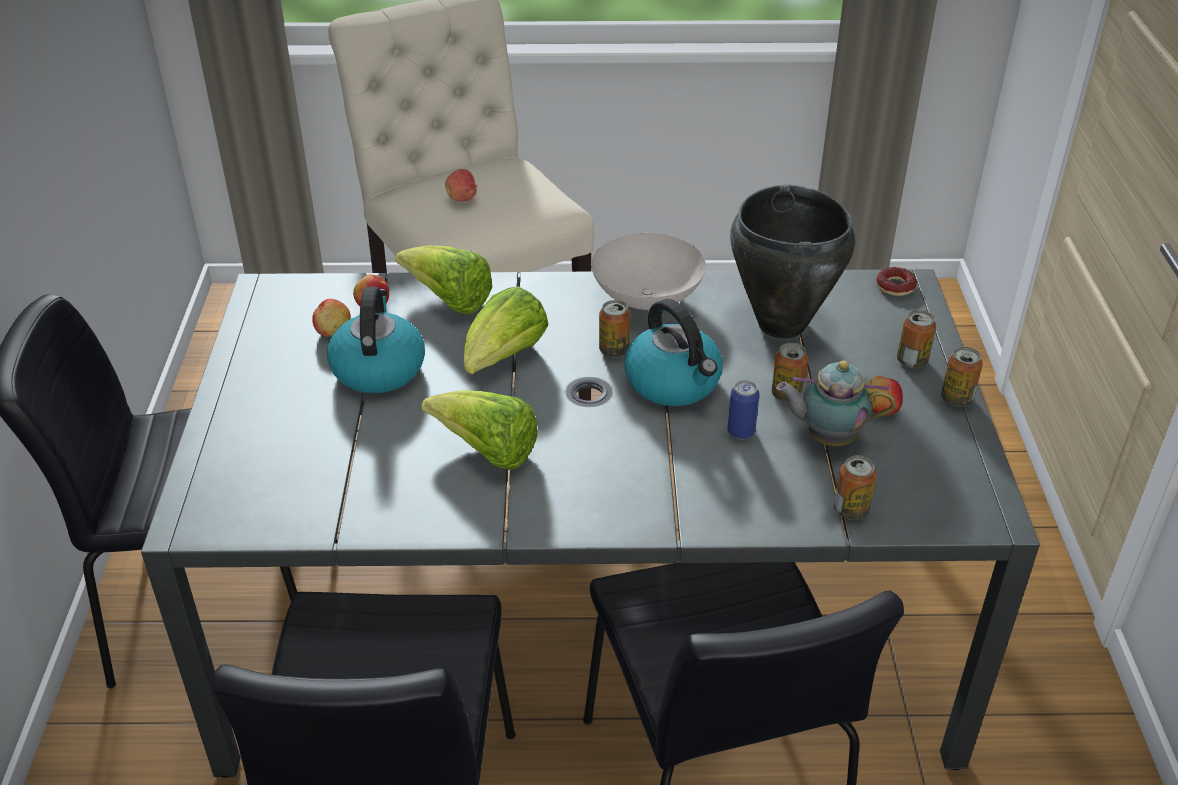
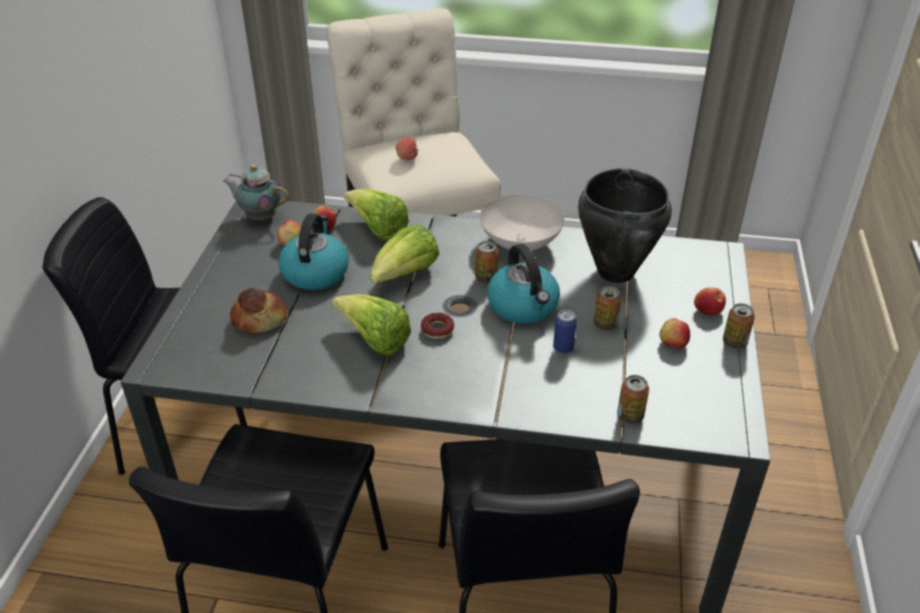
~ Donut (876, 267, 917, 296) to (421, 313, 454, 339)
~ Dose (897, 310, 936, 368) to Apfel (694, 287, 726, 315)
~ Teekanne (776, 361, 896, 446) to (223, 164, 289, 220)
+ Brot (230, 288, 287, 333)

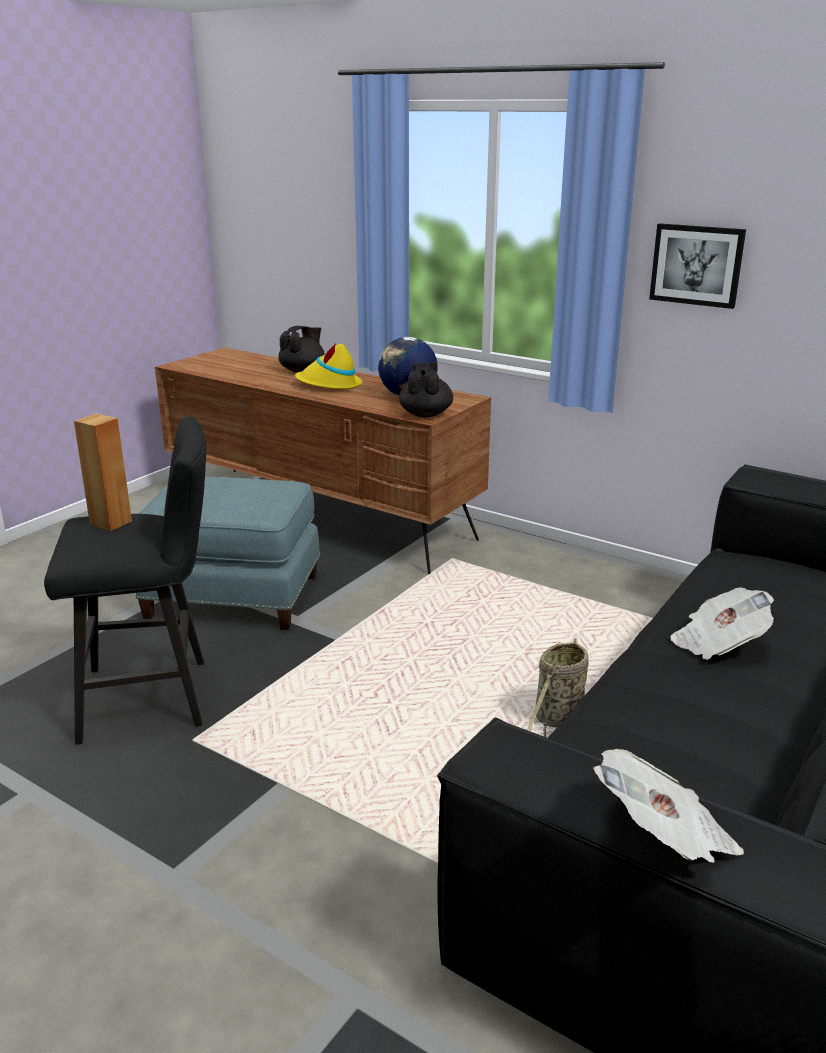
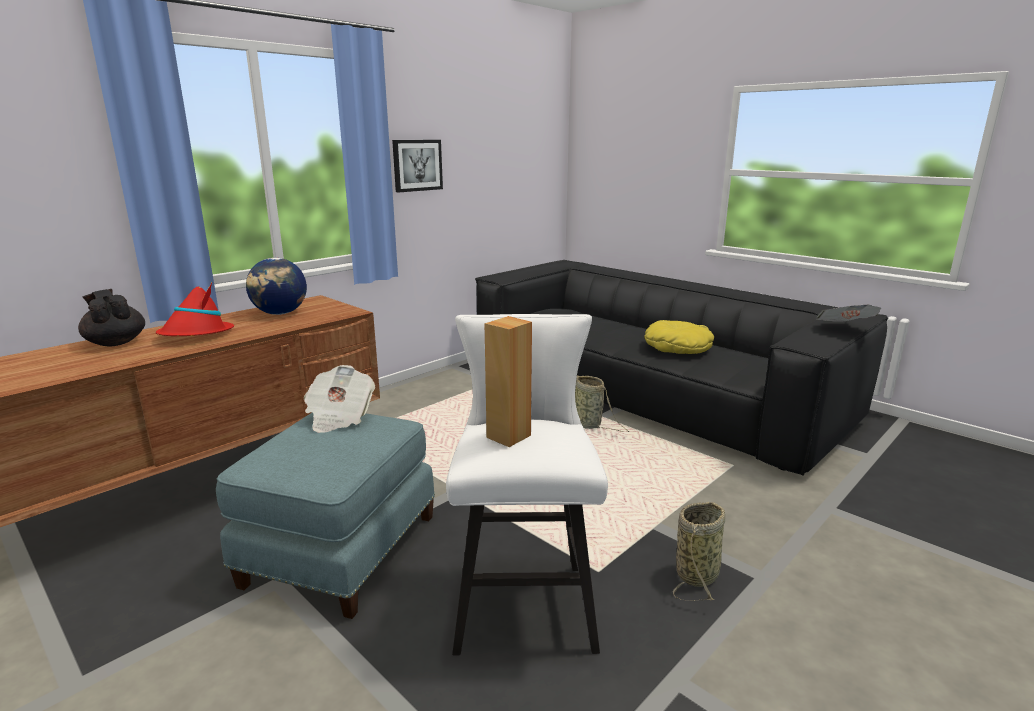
~ Hut [gelb] (295, 343, 362, 389) to Hut [rot] (156, 283, 234, 336)
- Teekanne [schwarz] (399, 362, 453, 417)
~ Hocker [schwarz] (44, 417, 206, 745) to Hocker [weiß] (446, 314, 608, 655)
~ Zeitung (671, 587, 774, 660) to (304, 365, 375, 433)
+ Kissen [gelb] (644, 320, 714, 354)
+ Korb (673, 502, 725, 601)

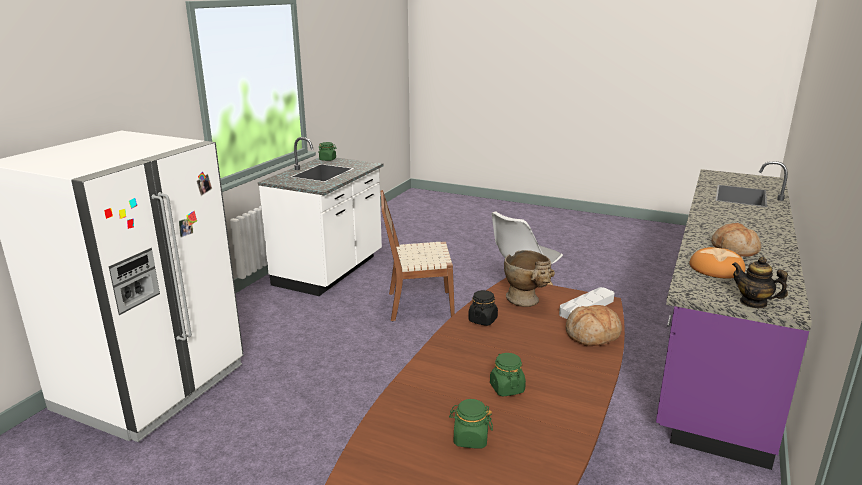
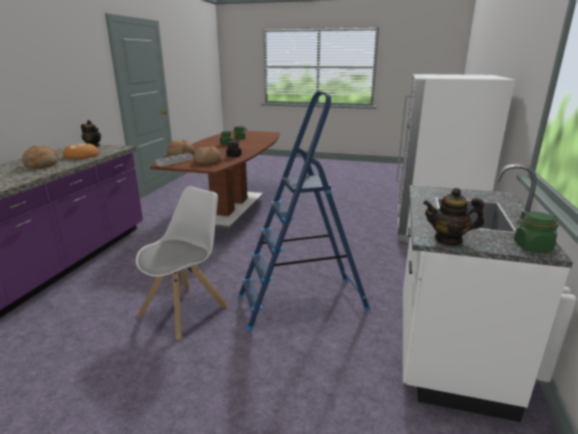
~ Stuhl (381, 190, 455, 321) to Trittleiter [blau] (238, 91, 370, 331)
~ Vase [beige] (504, 250, 555, 307) to Brot (193, 146, 222, 165)
+ Teekanne (423, 188, 484, 246)

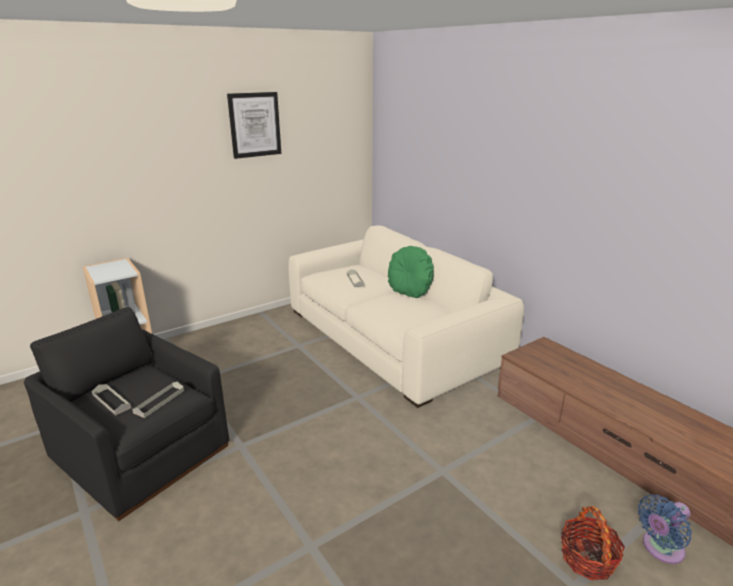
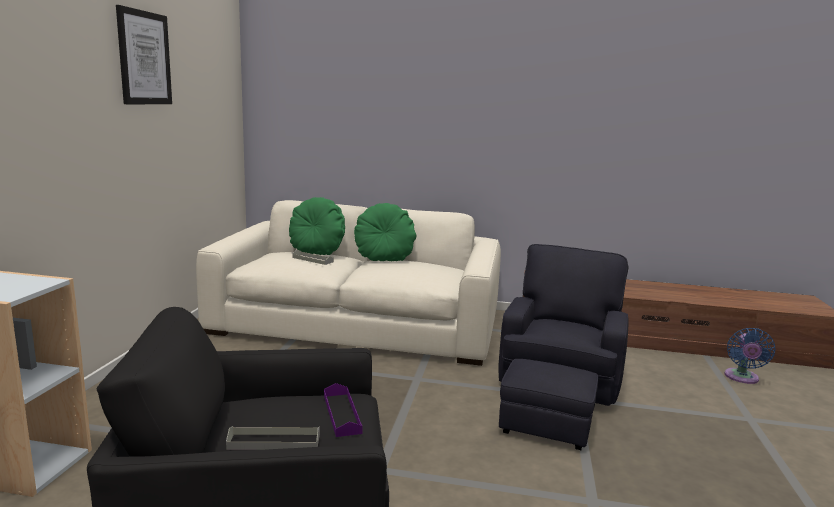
~ Tablett [grau] (132, 382, 184, 418) to Tablett [lila] (324, 383, 363, 437)
- Korb (561, 506, 625, 580)
+ Kissen [grün] (289, 197, 345, 255)
+ Sessel [schwarz] (499, 244, 629, 450)

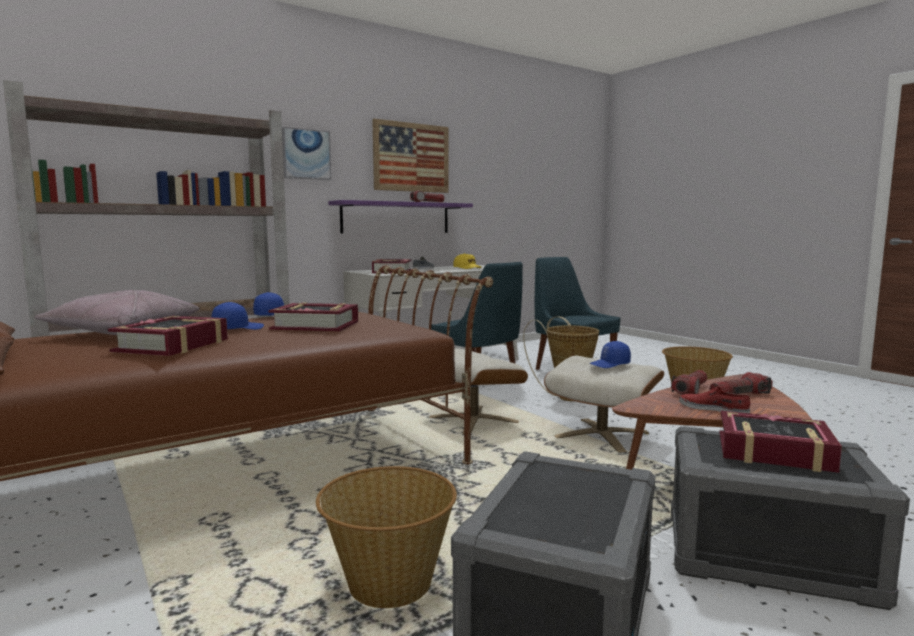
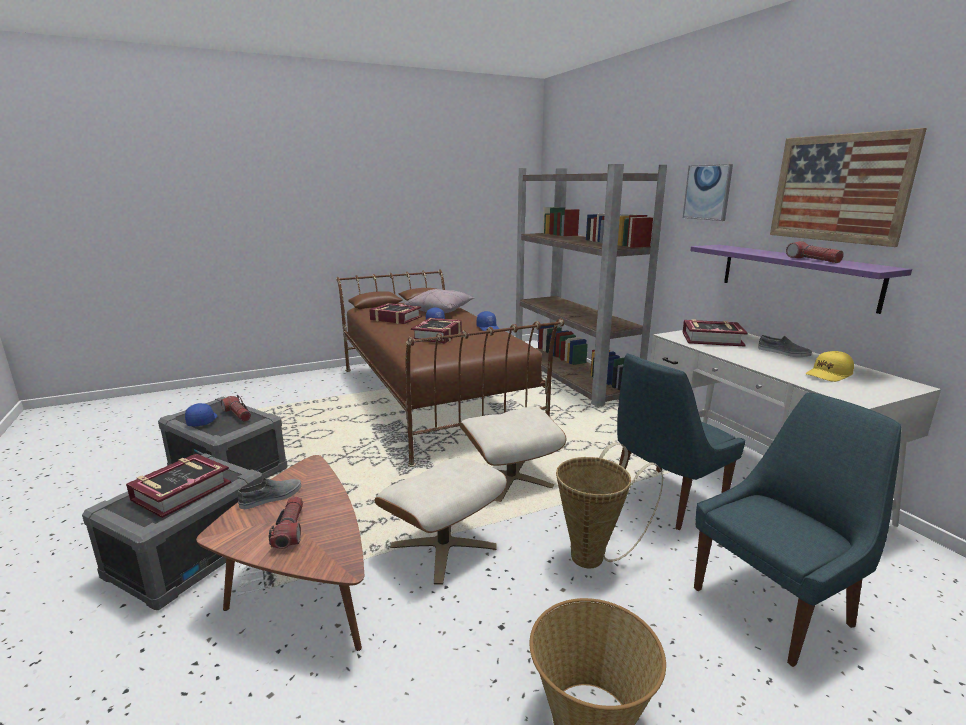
~ Kappe [blau] (590, 341, 631, 368) to (185, 403, 218, 426)
~ Taschenlampe (671, 370, 707, 395) to (221, 395, 251, 422)
~ Schuh [rot] (679, 386, 751, 413) to Schuh [grau] (237, 478, 301, 509)
- Korb (316, 466, 457, 608)

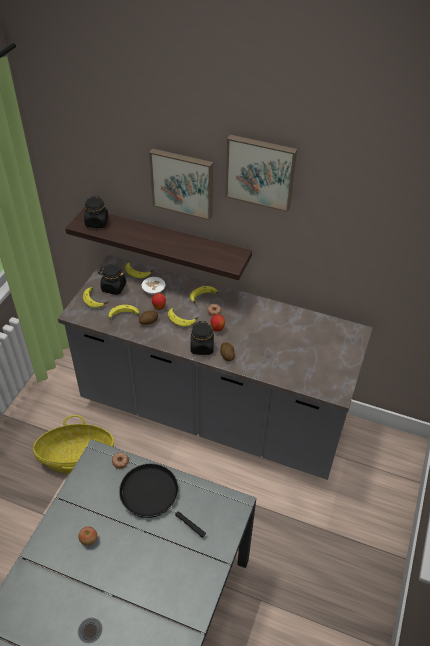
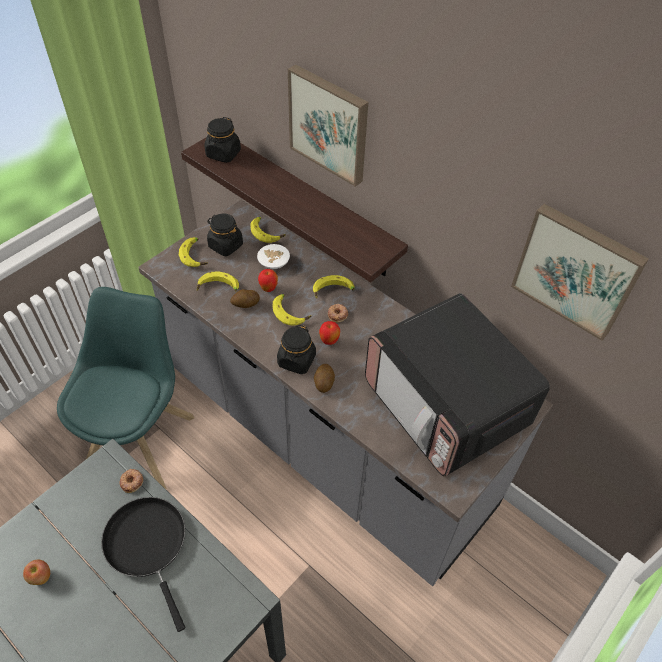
~ Bild (225, 135, 297, 212) to (511, 204, 649, 341)
~ Korb (33, 415, 114, 473) to Stuhl [türkis] (57, 287, 194, 489)
+ Mikrowelle (365, 293, 550, 477)

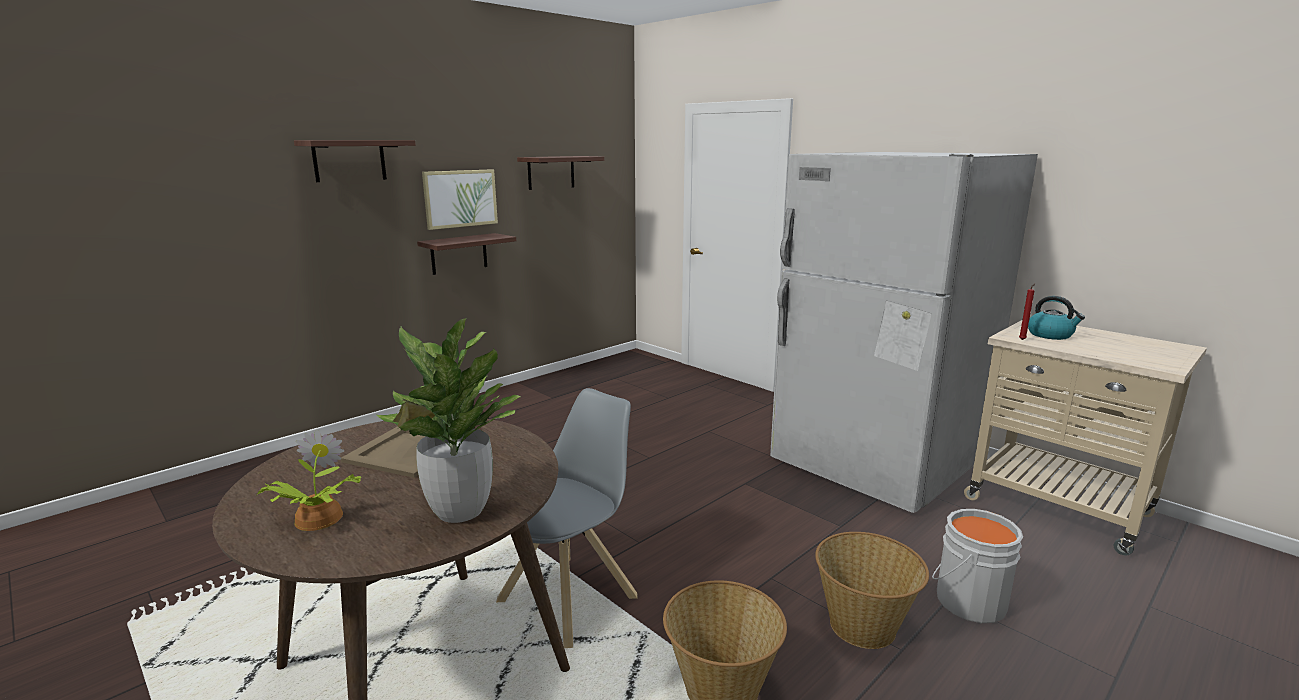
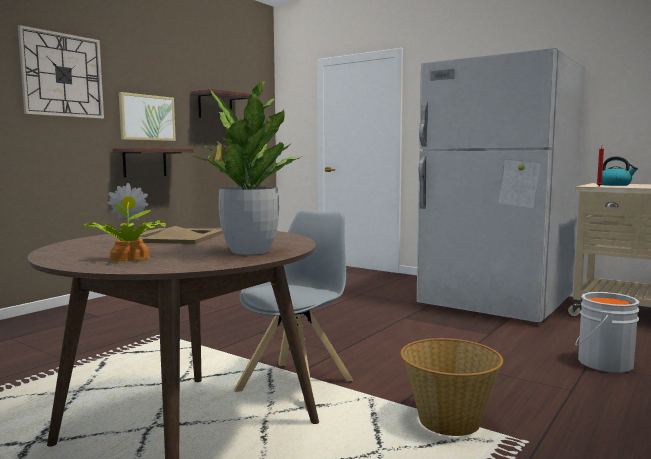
~ Wandregal (294, 140, 416, 182) to Wanduhr (18, 25, 104, 119)
- Korb (815, 532, 929, 649)

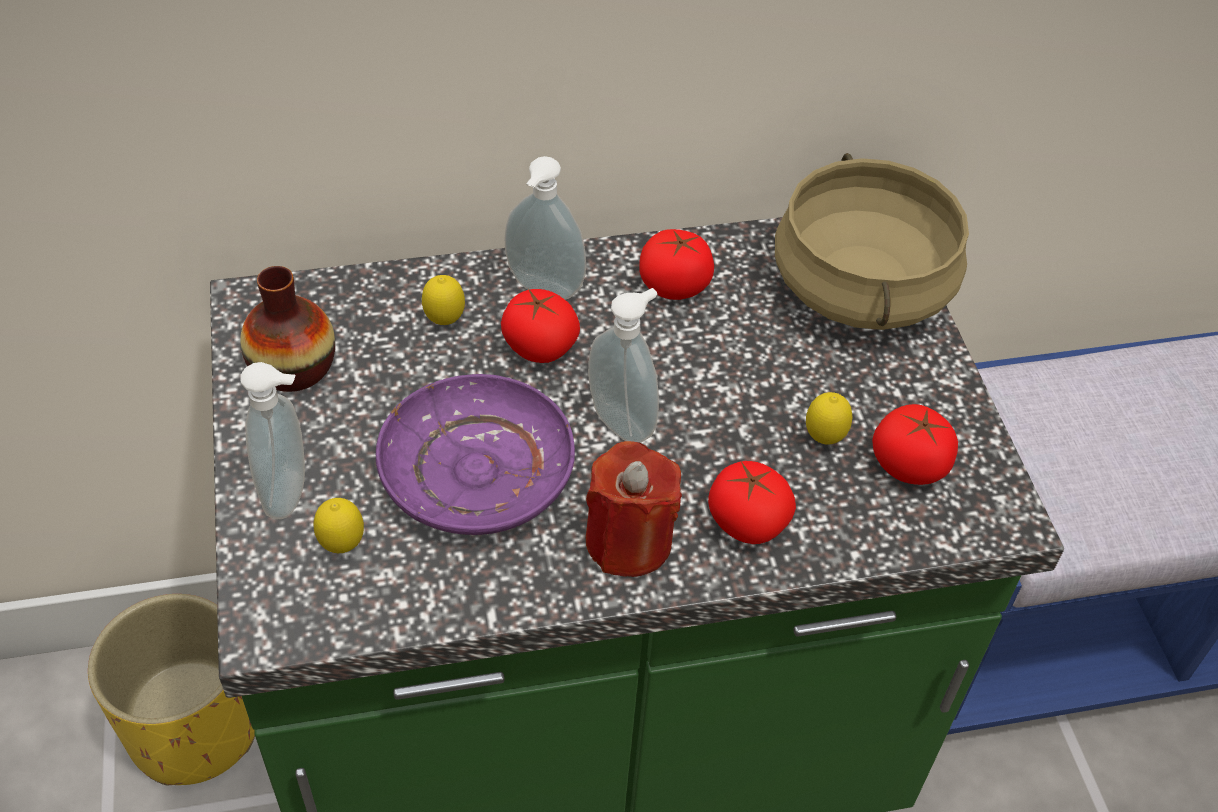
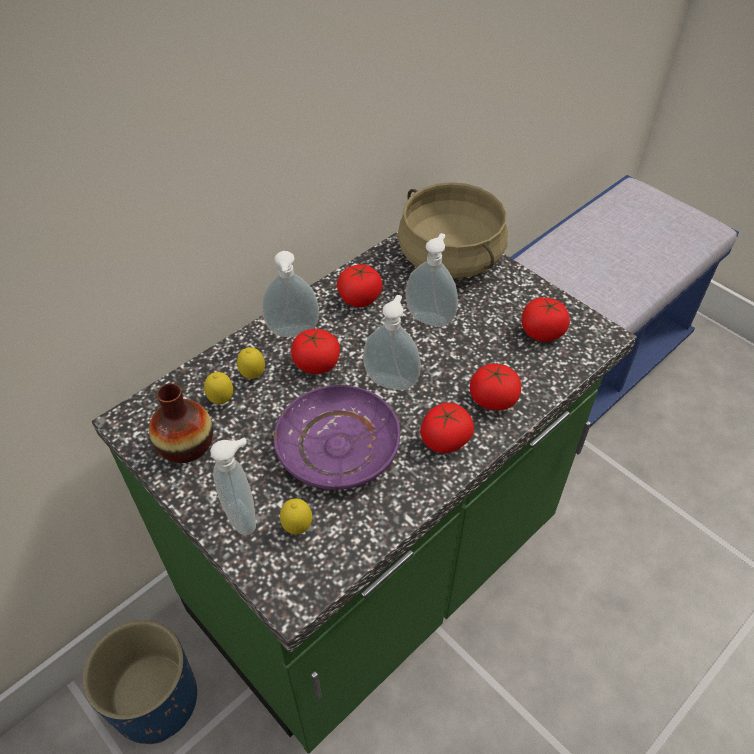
~ Zitrone (806, 392, 852, 444) to (204, 372, 233, 404)
~ Kerze [rot] (586, 441, 682, 577) to Tomate (420, 403, 474, 453)
~ Pflanzkübel [gelb] (88, 594, 255, 785) to Pflanzkübel [blau] (83, 620, 197, 744)
+ Seifenspender (406, 233, 458, 327)

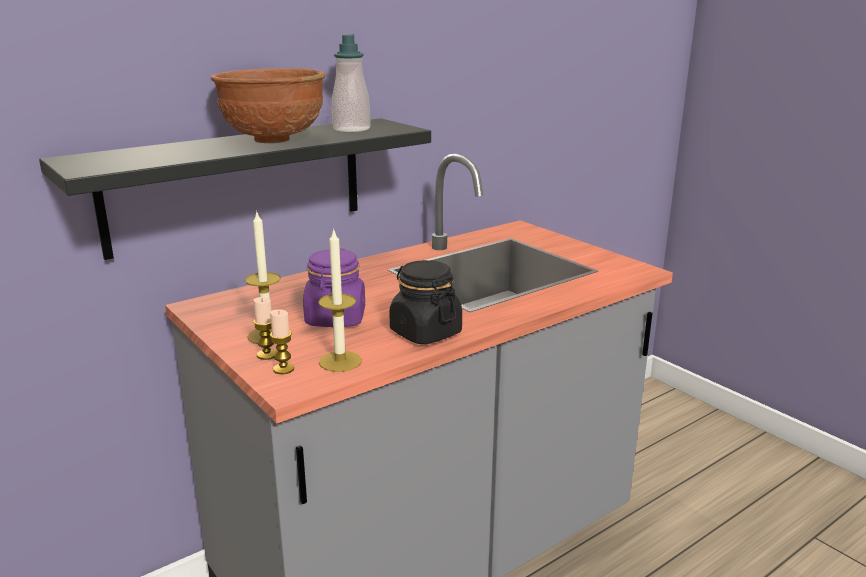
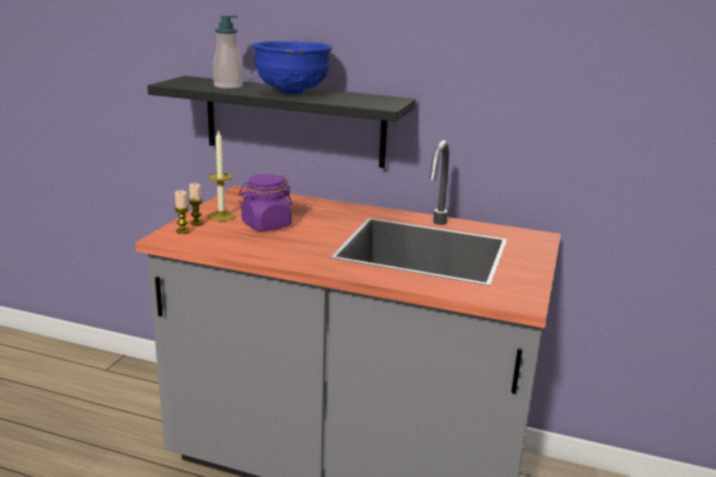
~ Seifenspender (332, 34, 371, 132) to (213, 16, 243, 89)
~ Schüssel [braun] (211, 68, 325, 143) to Schüssel [blau] (252, 41, 332, 95)
- Kerze (318, 228, 362, 372)
- Vorratsglas [schwarz] (389, 260, 462, 344)

